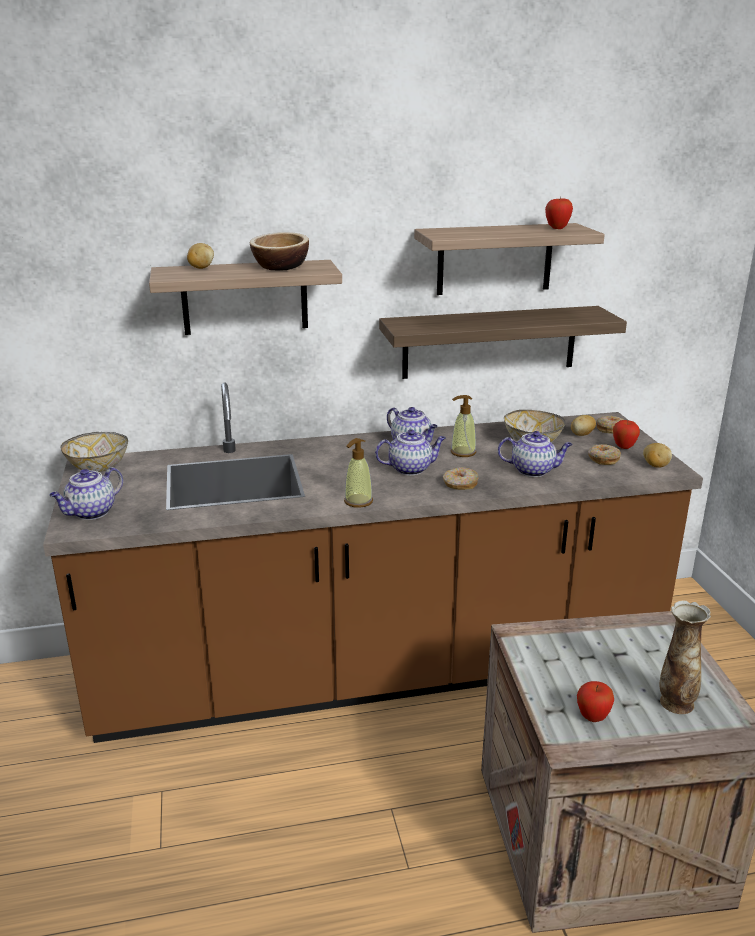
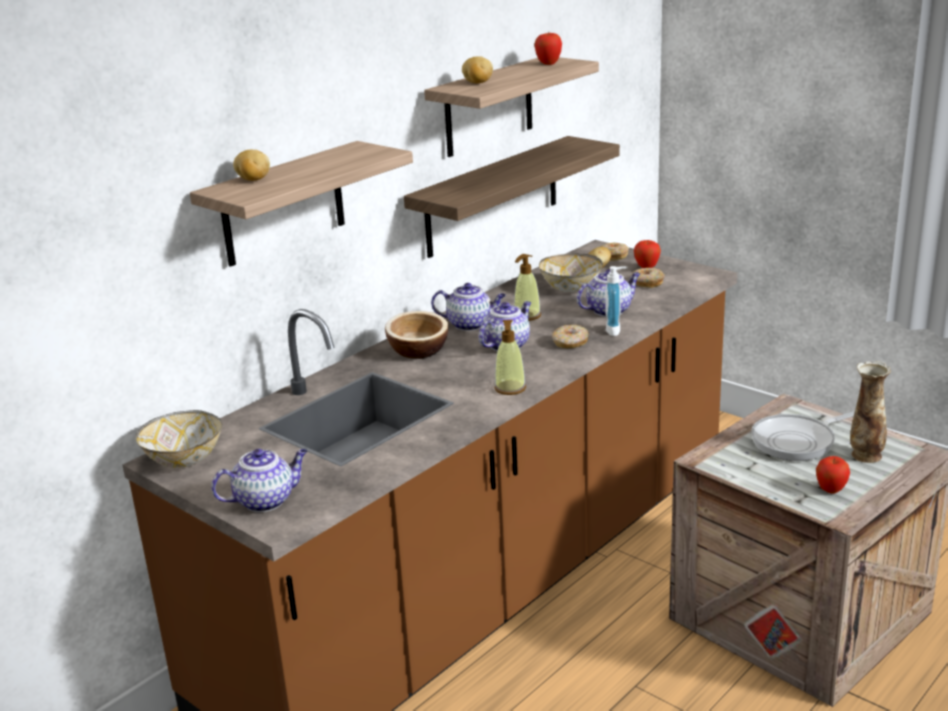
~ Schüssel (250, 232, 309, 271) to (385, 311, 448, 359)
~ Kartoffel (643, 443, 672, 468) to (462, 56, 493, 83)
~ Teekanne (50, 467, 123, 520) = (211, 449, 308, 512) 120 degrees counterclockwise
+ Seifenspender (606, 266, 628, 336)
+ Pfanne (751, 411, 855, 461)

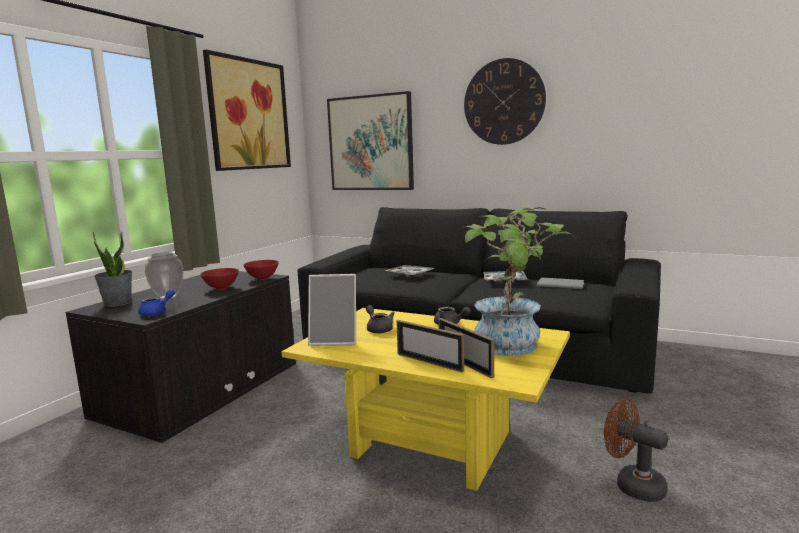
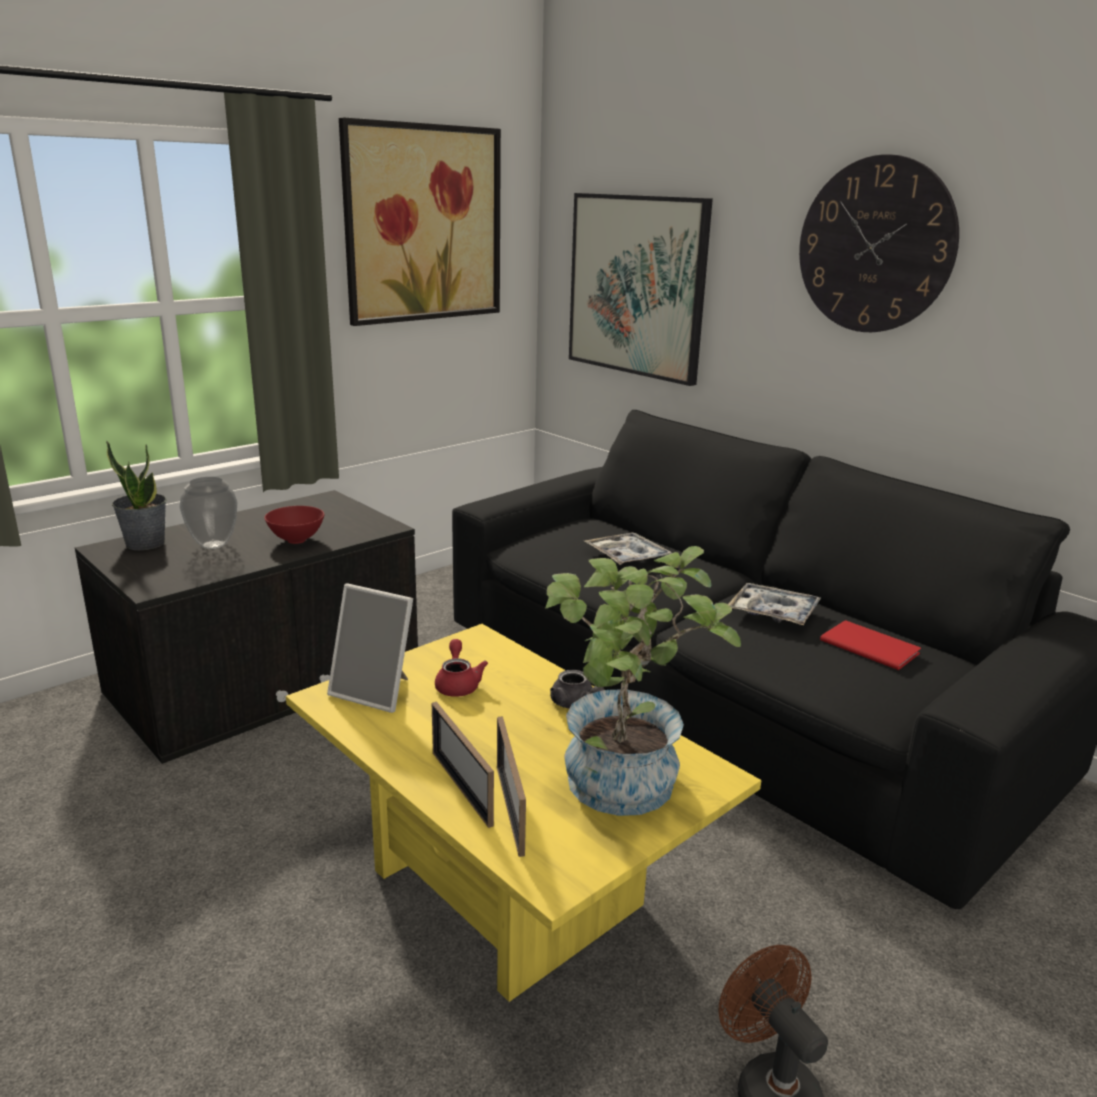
- Schüssel [rot] (243, 260, 279, 280)
~ Buch [grau] (537, 278, 584, 289) to Buch [rot] (820, 621, 921, 670)
- Teekanne [blau] (138, 289, 175, 316)
~ Teekanne [grau] (366, 305, 394, 333) to Teekanne [rot] (435, 639, 488, 697)

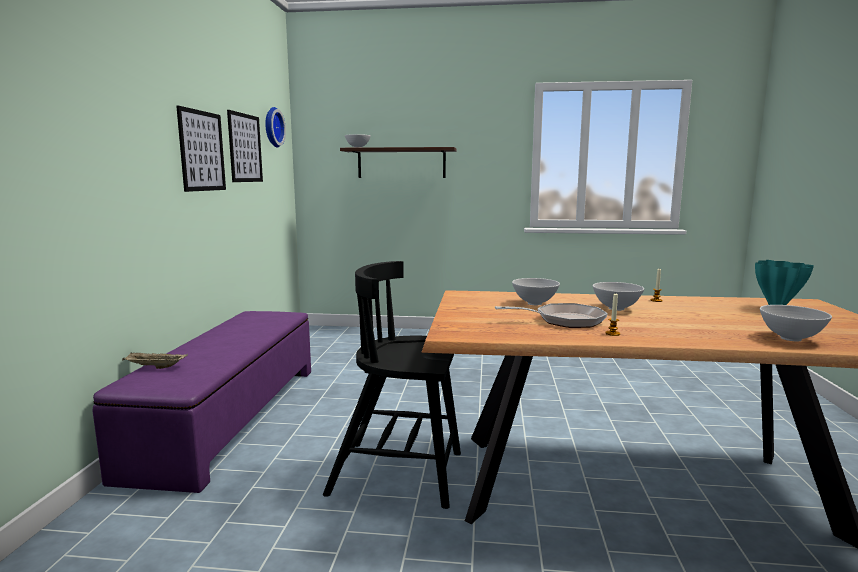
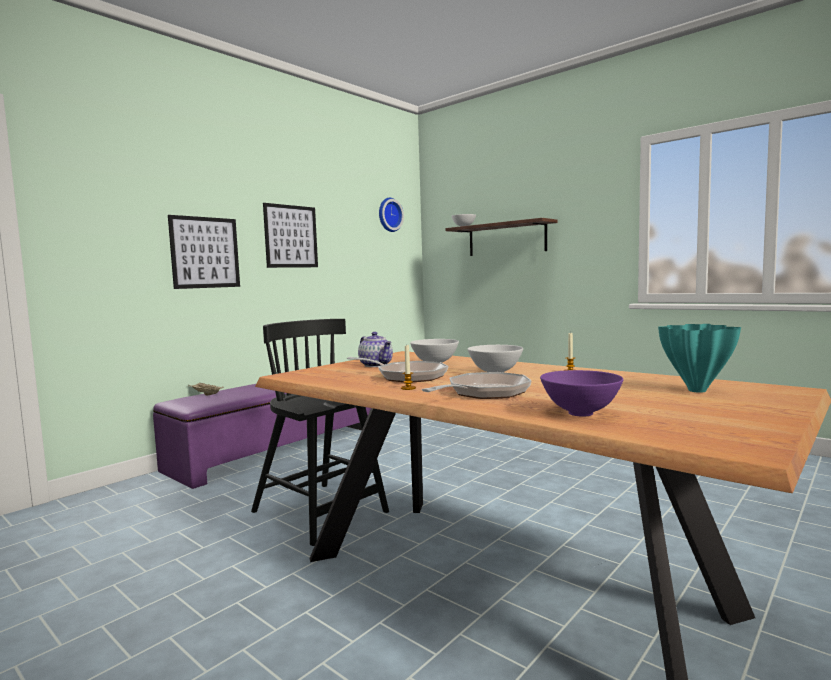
~ Bild (227, 110, 263, 182) to (168, 215, 240, 289)
~ Schüssel [weiß] (760, 305, 832, 341) to Schüssel [lila] (540, 370, 623, 417)
+ Teekanne (358, 332, 393, 367)
+ Pfanne (422, 372, 531, 399)

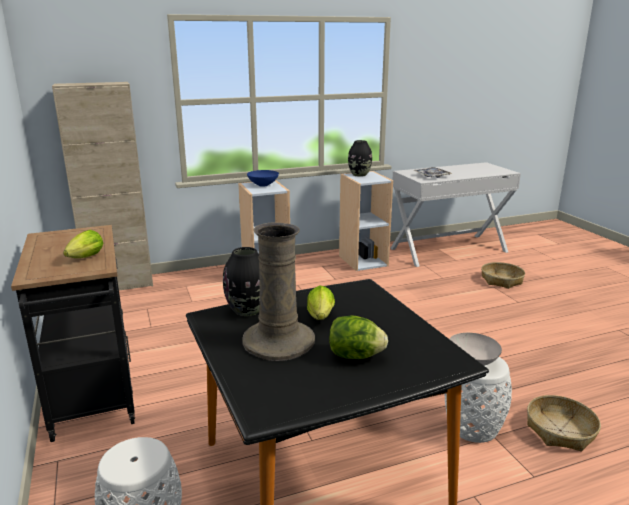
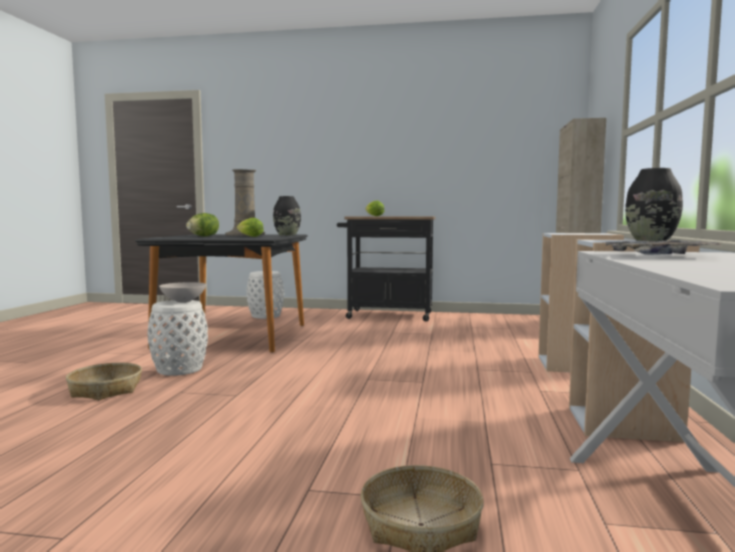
- Schüssel [blau] (247, 170, 279, 187)

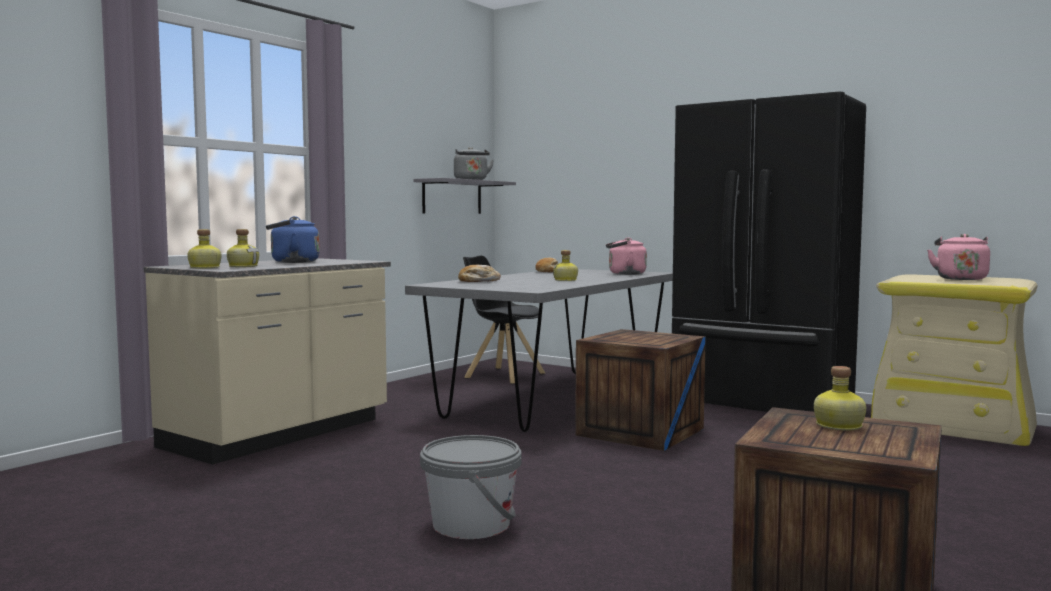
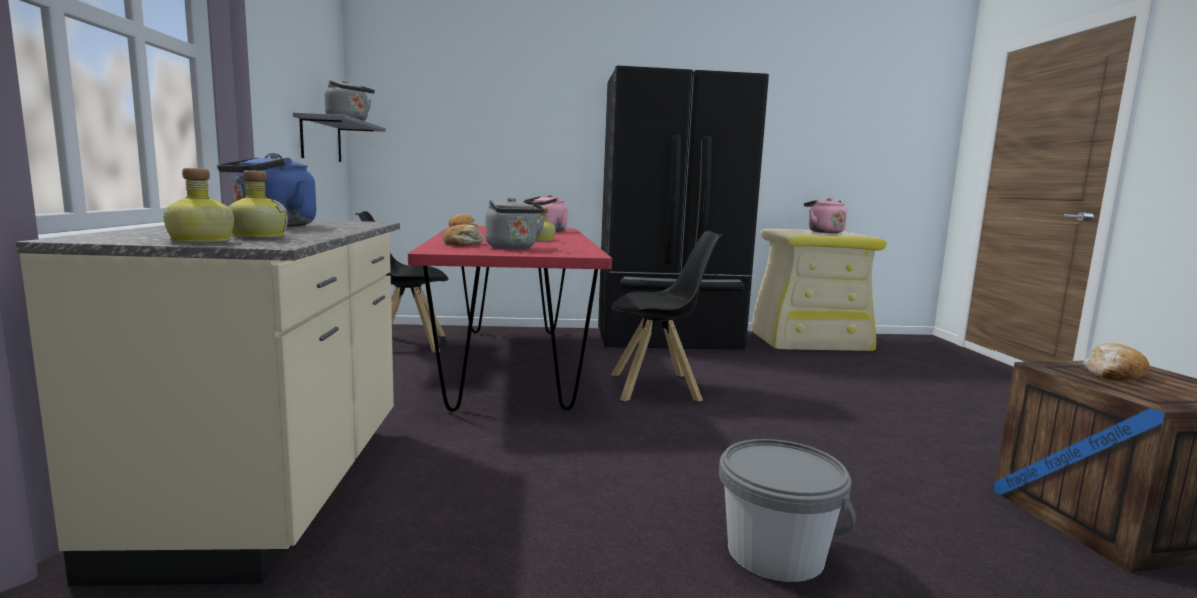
~ Esstisch [grau] (405, 269, 673, 432) to Esstisch [rot] (408, 226, 612, 412)
~ Kiste (575, 329, 706, 451) to Stuhl [schwarz] (611, 231, 723, 402)
~ Flasche (814, 366, 866, 430) to Brot (1083, 343, 1150, 381)
+ Wasserkessel [grau] (485, 197, 546, 249)

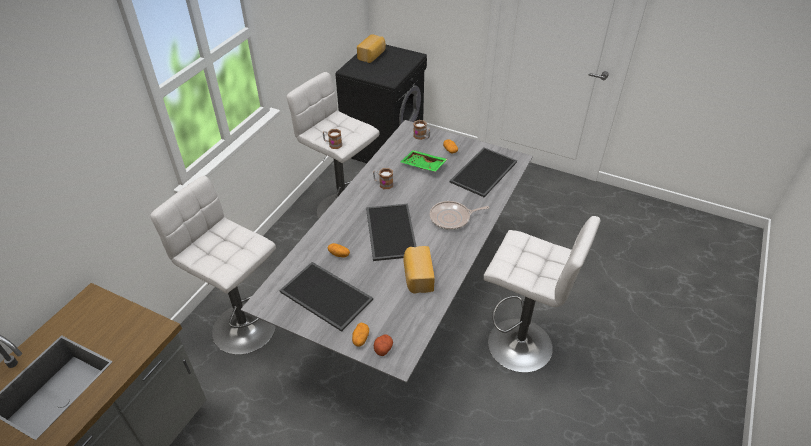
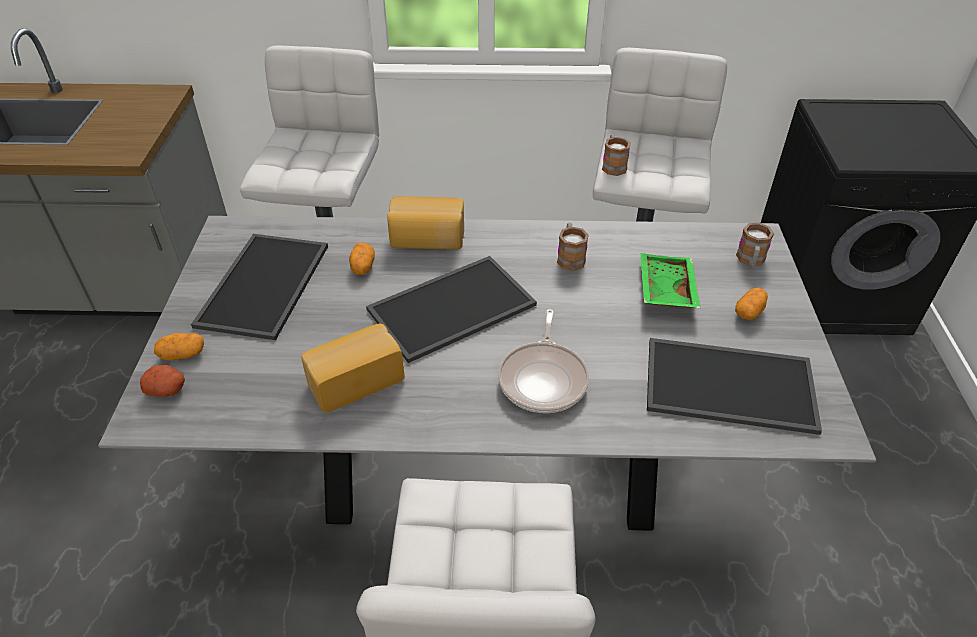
~ Brot (357, 35, 386, 63) to (387, 196, 464, 250)
~ Pfanne (430, 201, 489, 230) = (498, 309, 589, 413) 135 degrees counterclockwise

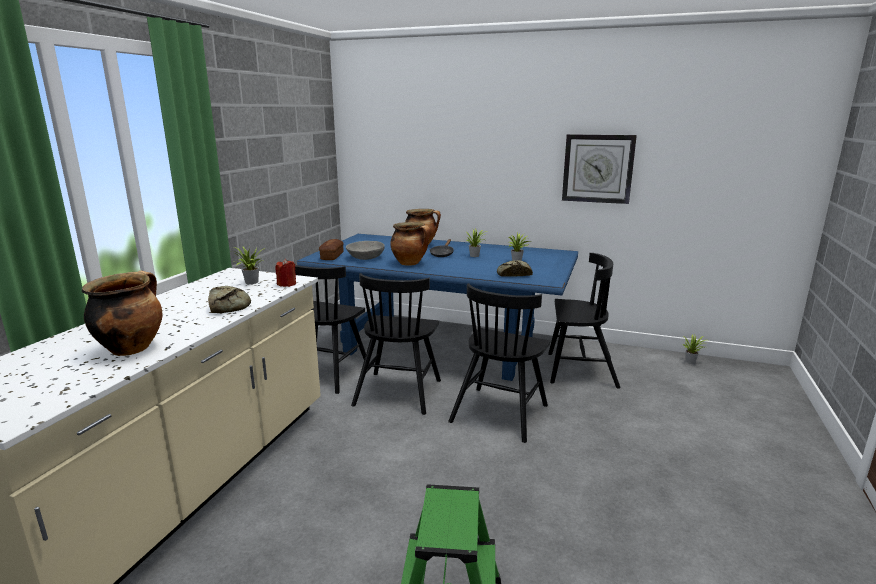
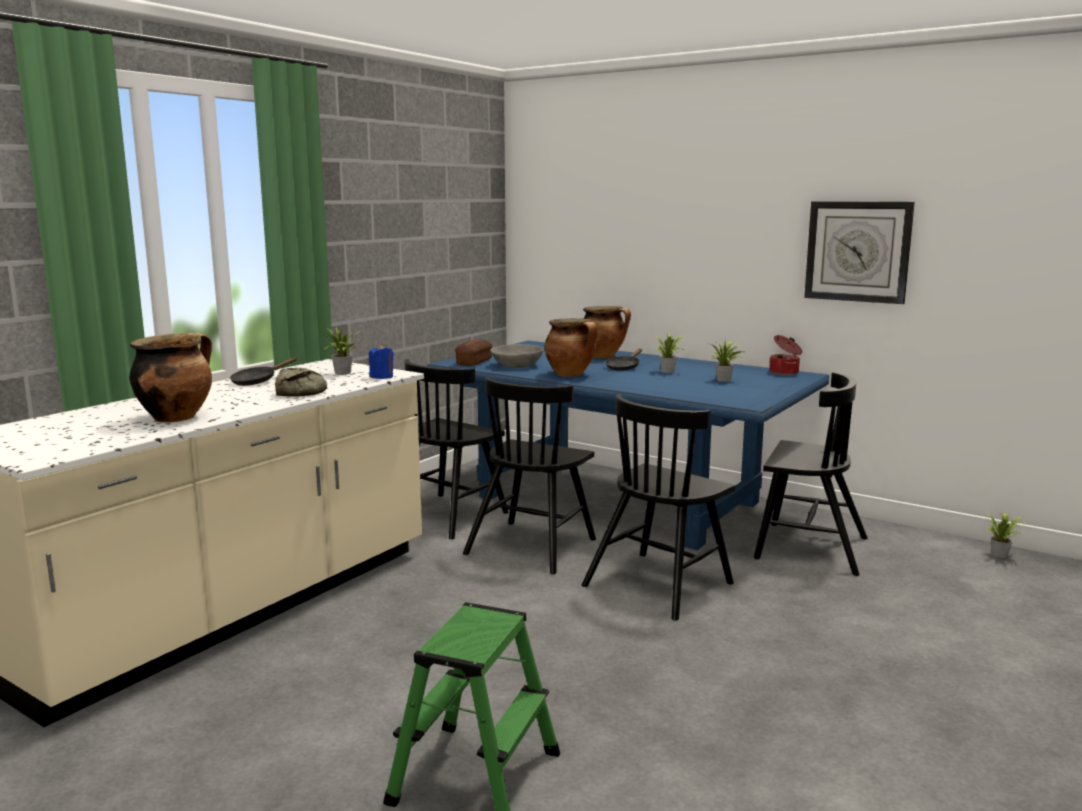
~ Kerze [rot] (275, 259, 296, 287) to Kerze [blau] (369, 344, 394, 379)
- Brot (497, 260, 533, 277)
+ Kochtopf (769, 335, 802, 375)
+ Pfanne [schwarz] (230, 358, 297, 386)

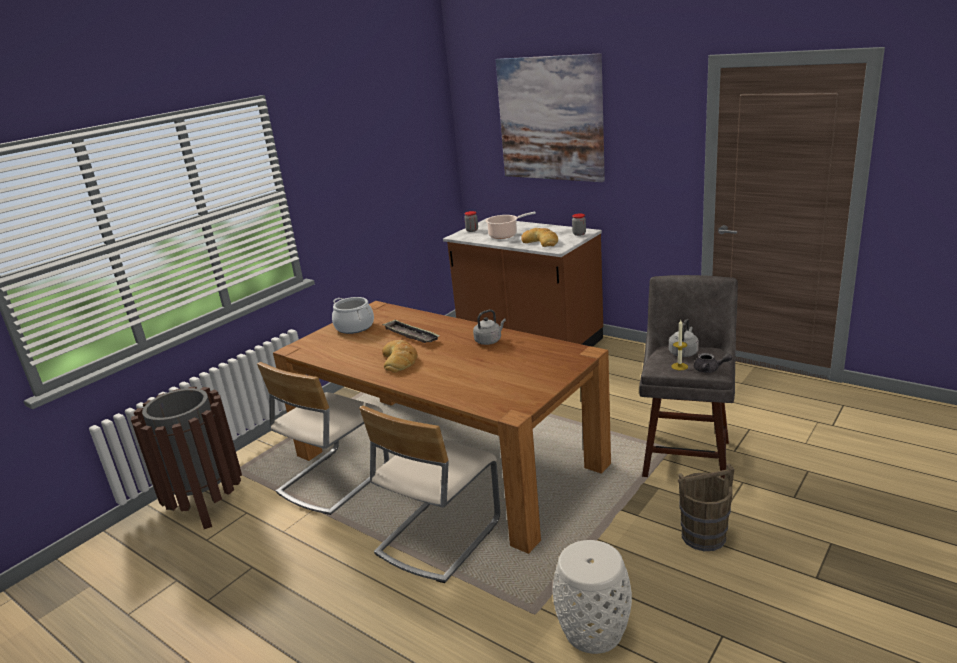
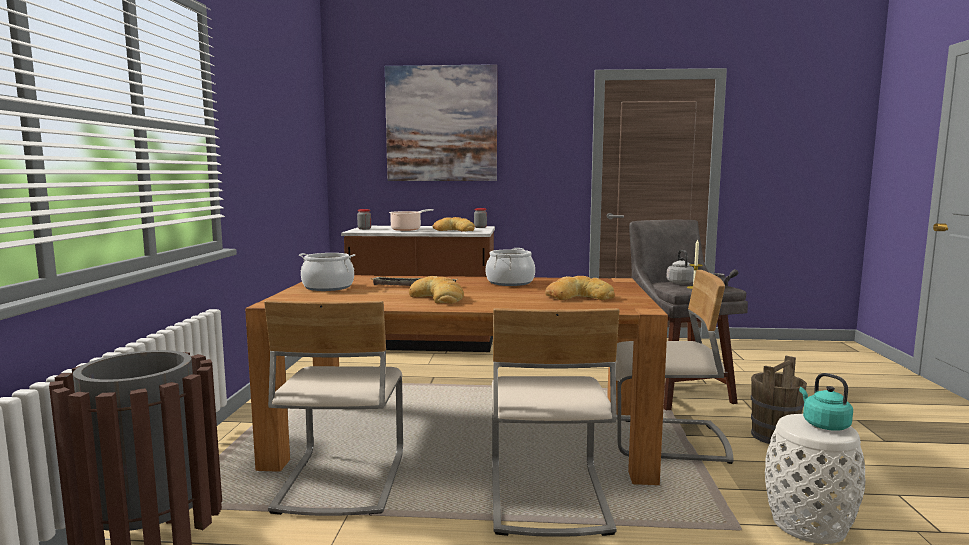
~ Wasserkessel [grau] (473, 309, 506, 345) to Kochtopf (486, 248, 535, 286)
+ Stuhl [beige] (616, 270, 734, 464)
+ Brot (545, 276, 615, 300)
+ Wasserkessel [türkis] (799, 373, 853, 431)

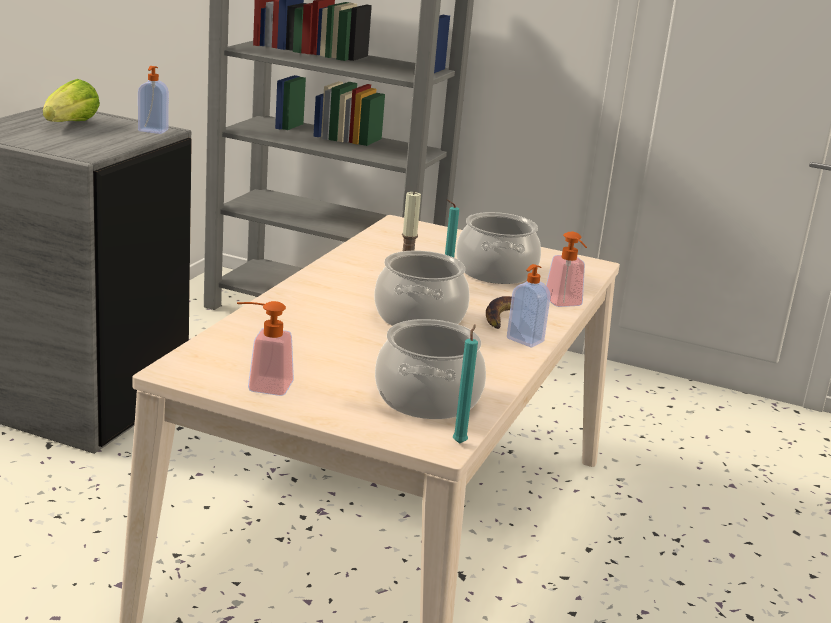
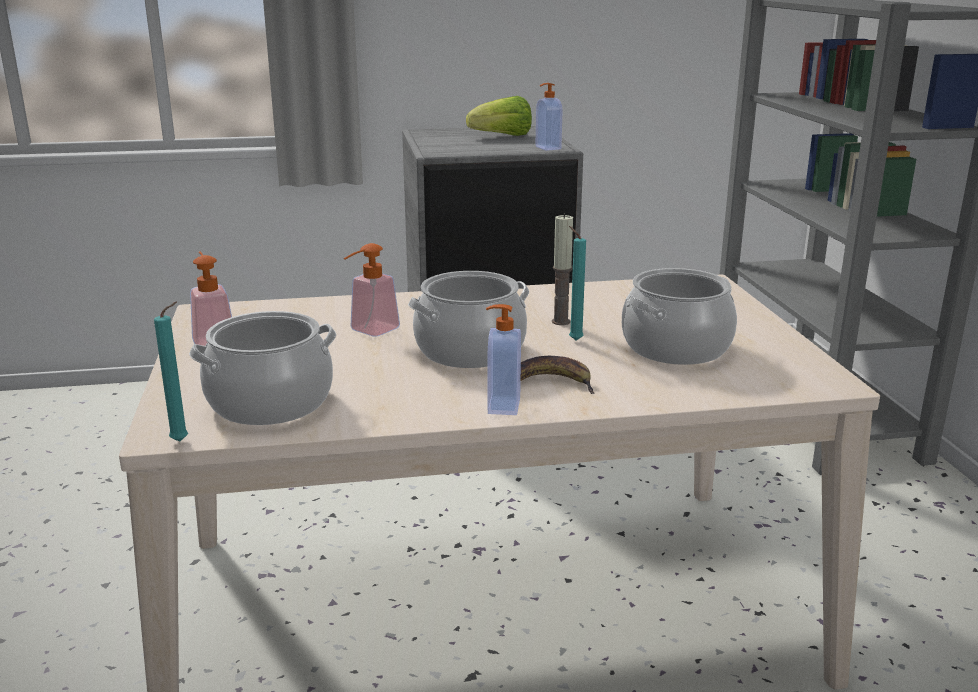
~ Seifenspender (546, 231, 587, 307) to (344, 243, 400, 337)

